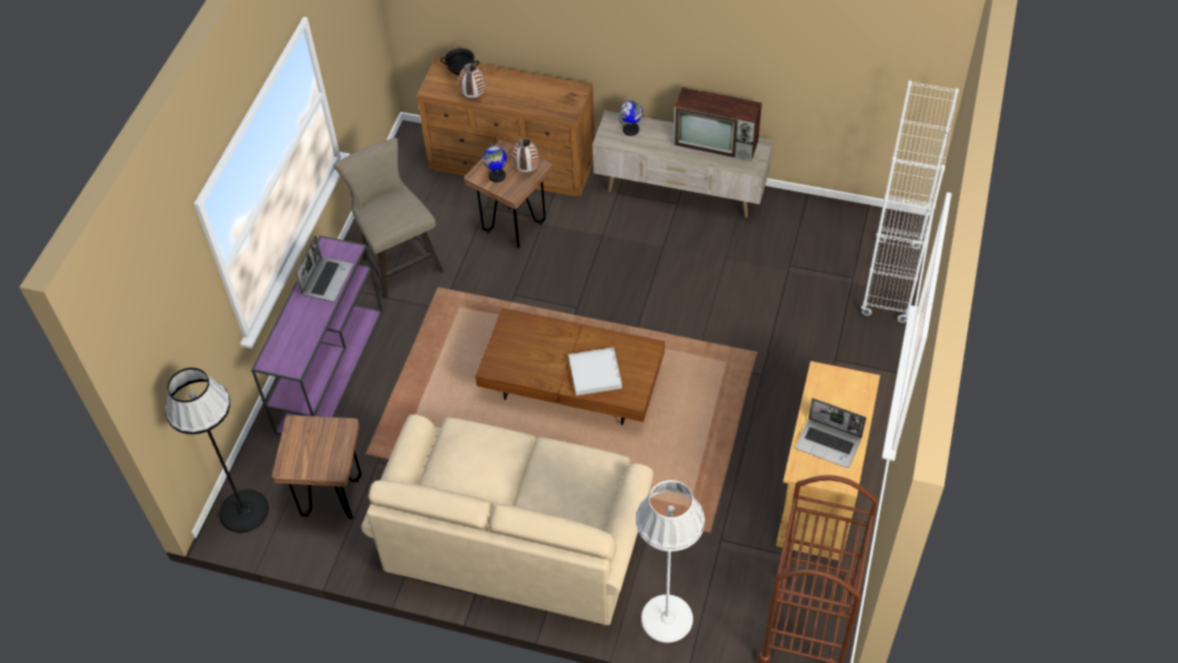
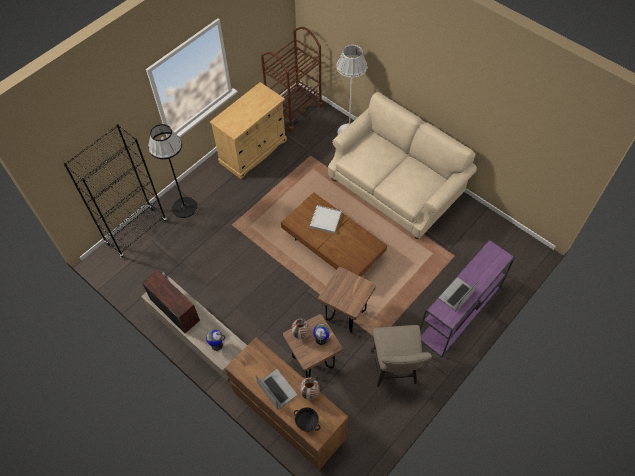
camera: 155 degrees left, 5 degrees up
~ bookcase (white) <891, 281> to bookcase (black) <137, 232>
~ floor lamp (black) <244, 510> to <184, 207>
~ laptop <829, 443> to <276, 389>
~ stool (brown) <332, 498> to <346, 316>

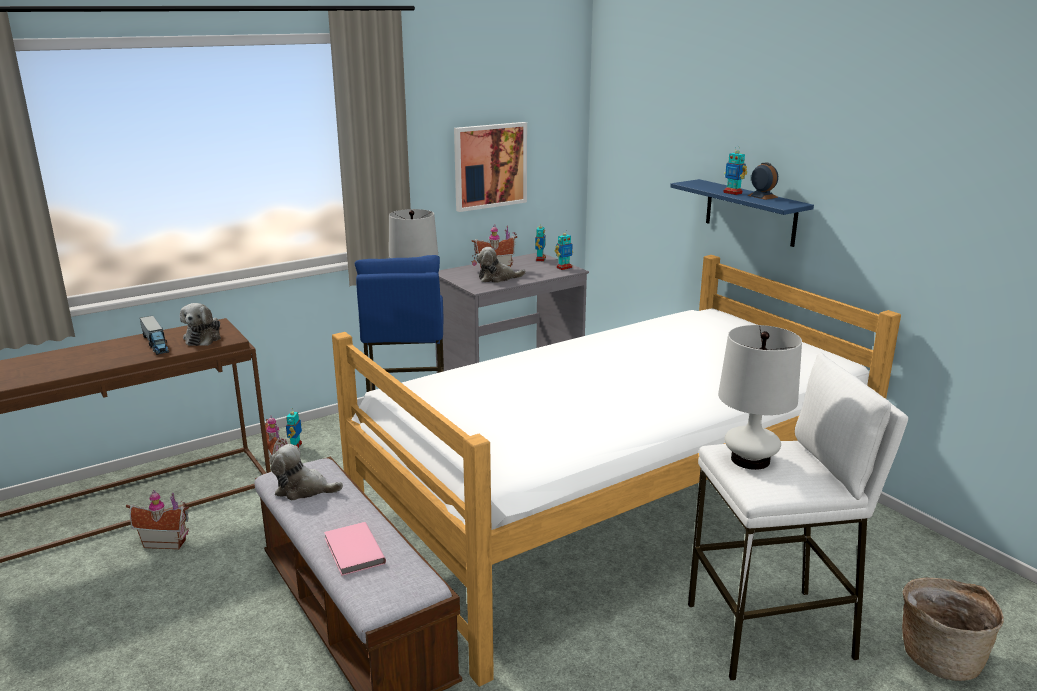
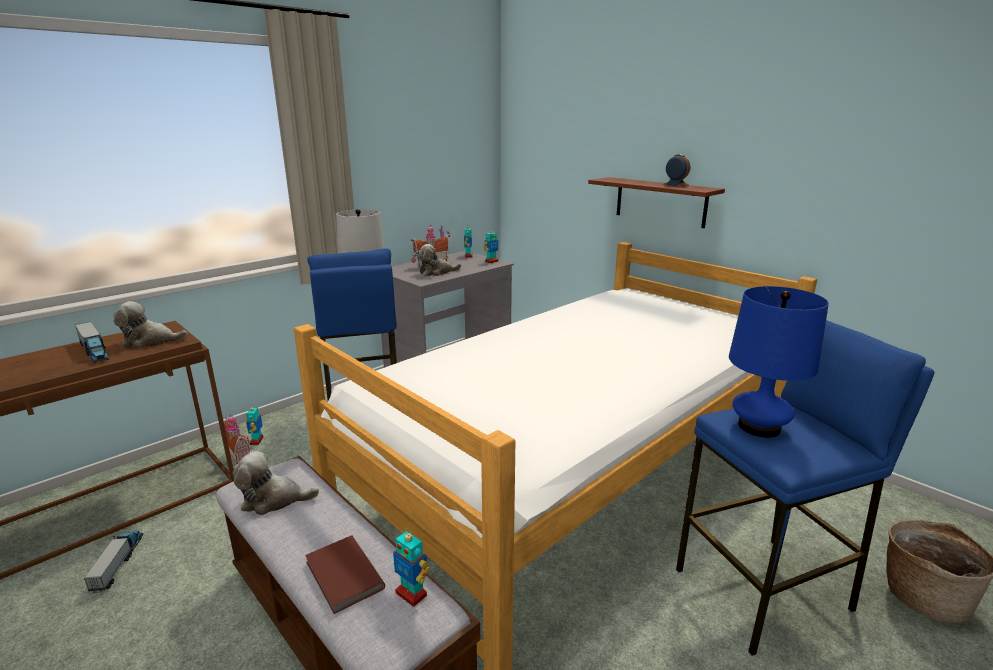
camera: 10 degrees left, 0 degrees up
- picture <490, 166>
~ toy robot <733, 193> to <412, 594>
~ shelf (blue) <750, 212> to shelf (brown) <660, 202>
~ plush toy <204, 338> = <150, 341> 90 degrees clockwise
~ table lamp (white) <750, 459> to table lamp (blue) <759, 427>
~ stool (white) <771, 632> to stool (blue) <764, 591>
~ toy house <165, 541> to toy truck <118, 563>
~ book (pink) <353, 551> to book (brown) <343, 576>

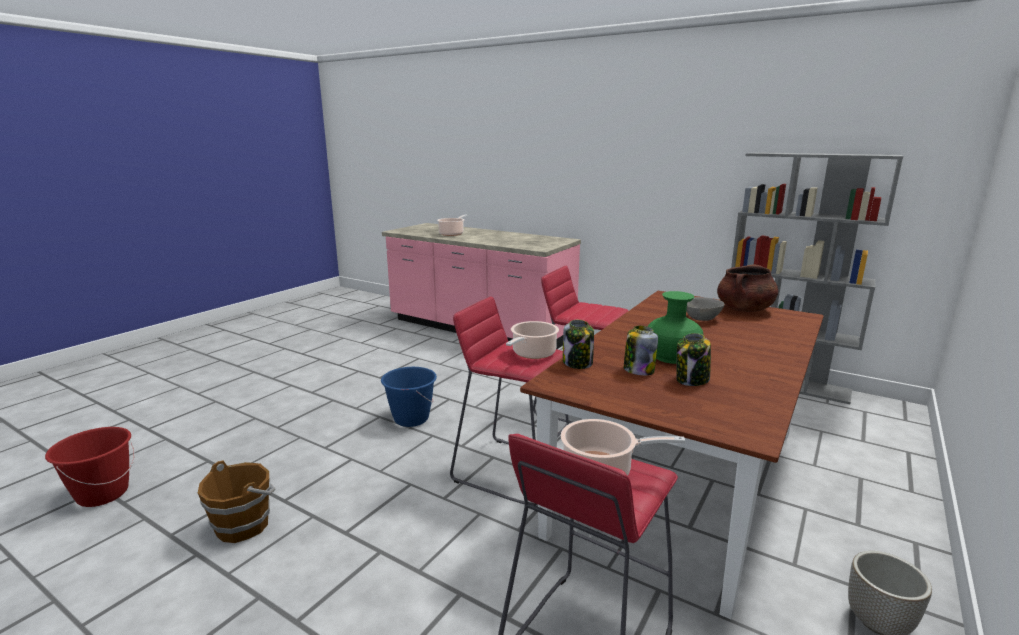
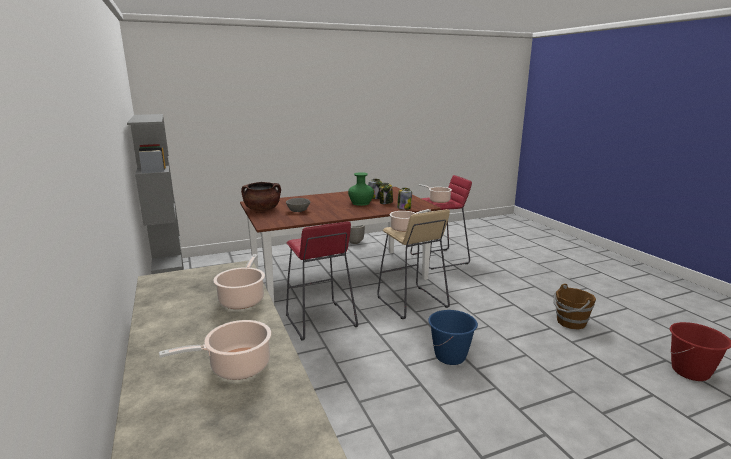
camera: 145 degrees left, 0 degrees up
~ stool (red) <512, 470> to stool (beige) <411, 302>
+ cooking pot <243, 299>

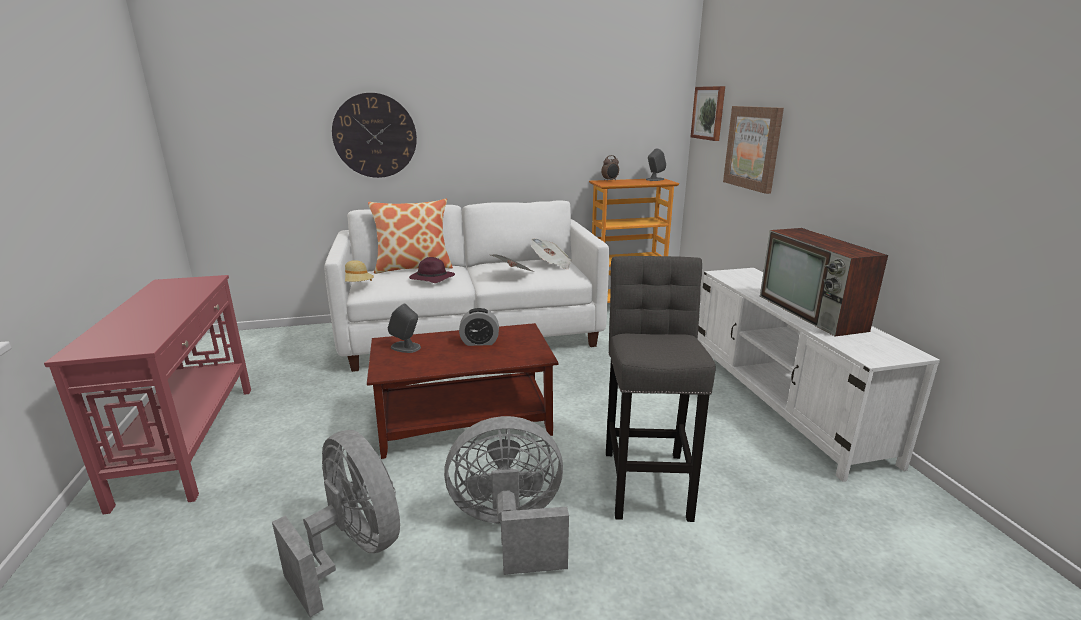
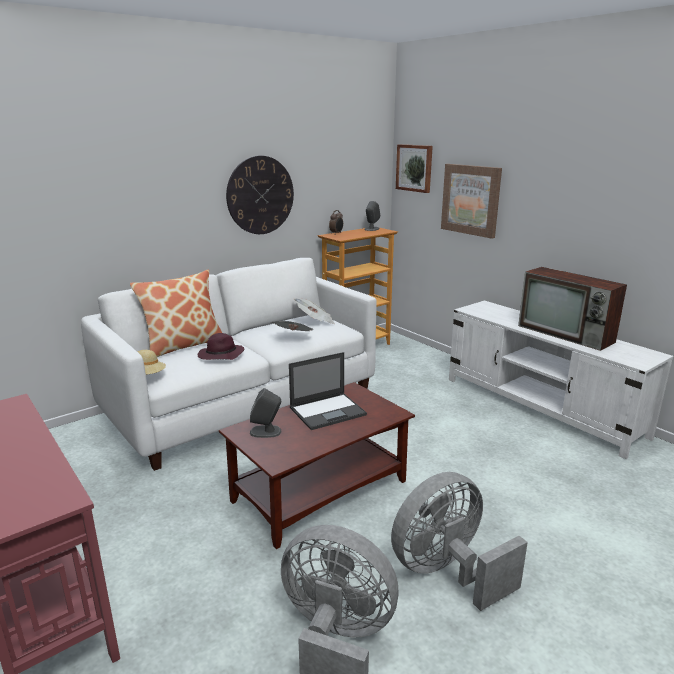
camera: 25 degrees left, 0 degrees up
~ wall clock <375, 136> to <260, 195>
- stool (grey) <647, 479>
~ alarm clock <479, 342> to laptop <328, 411>

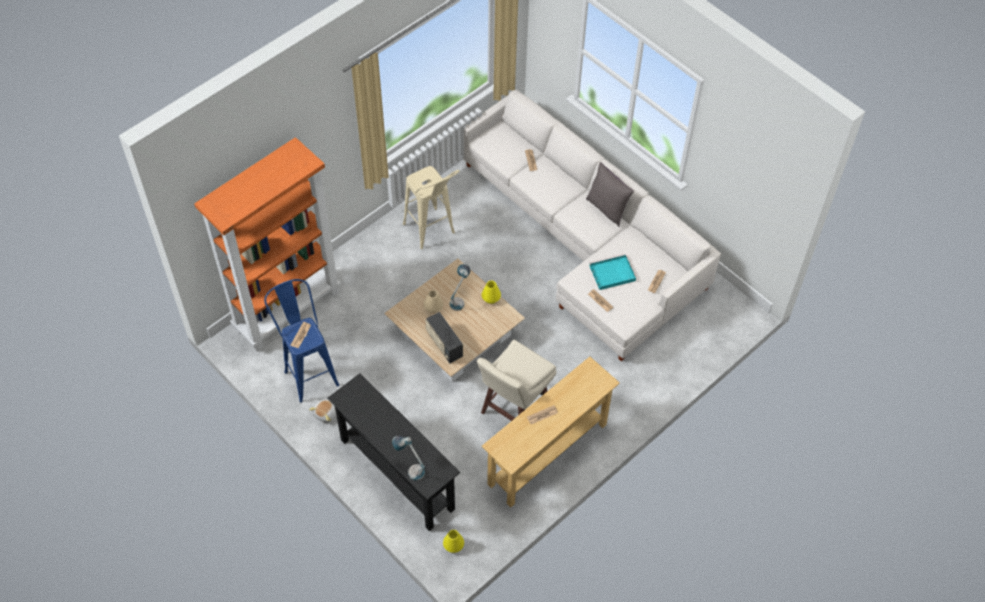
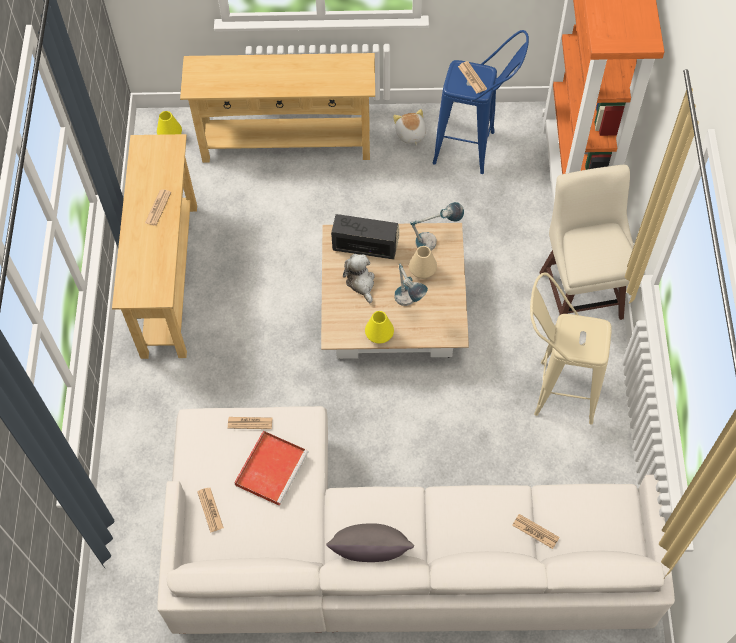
camera: 135 degrees right, 5 degrees up
~ tray (turquoise) <611, 273> to tray (red) <271, 467>
~ stool (beige) <514, 410> to <580, 292>
~ console table (black) <396, 474> to console table (beige) <286, 143>
~ table lamp <411, 468> to <435, 241>
+ plush toy <361, 282>

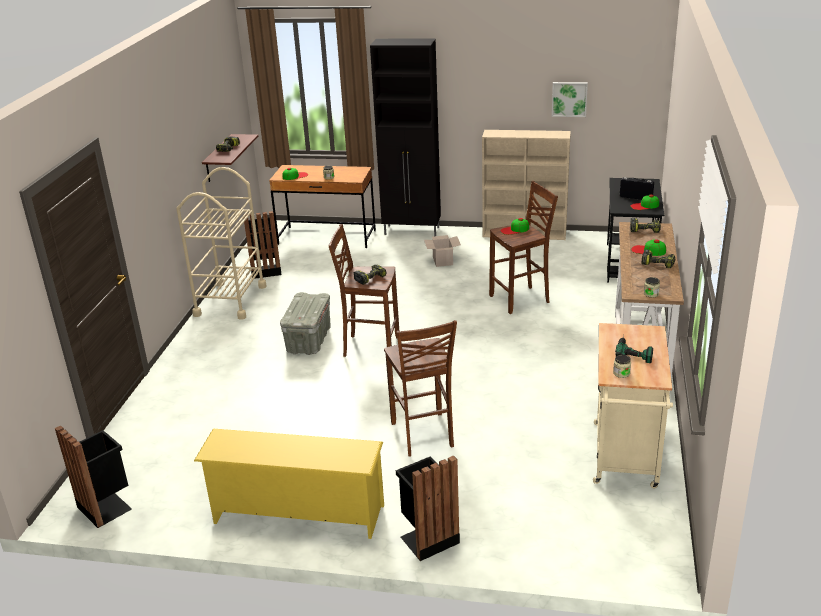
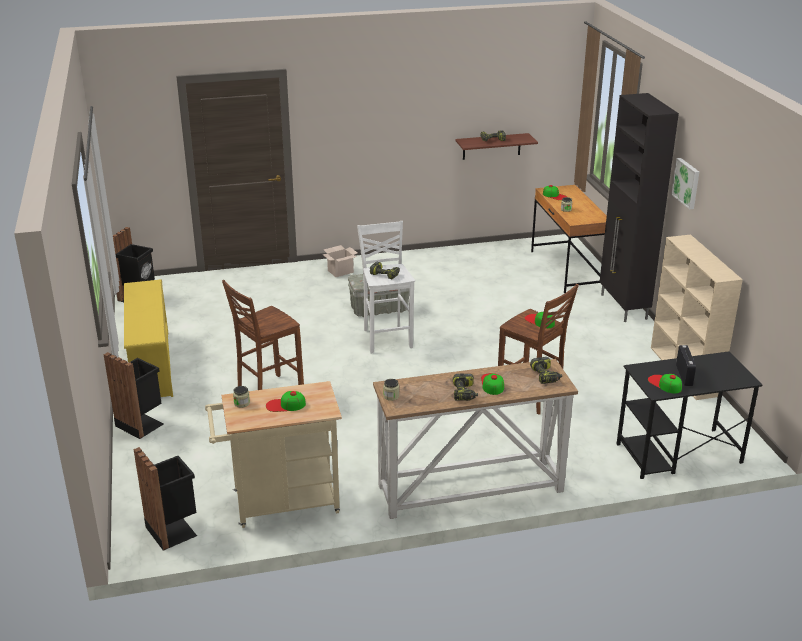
camera: 65 degrees right, 0 degrees up
~ picture <569, 99> to <687, 183>
- cart (beige) <230, 300>
~ trash can (black) <265, 270> to <173, 530>
~ stool (brown) <370, 347> to stool (white) <386, 338>
~ cardboard box <442, 261> to <341, 271>
~ power drill <634, 350> to cap <285, 405>

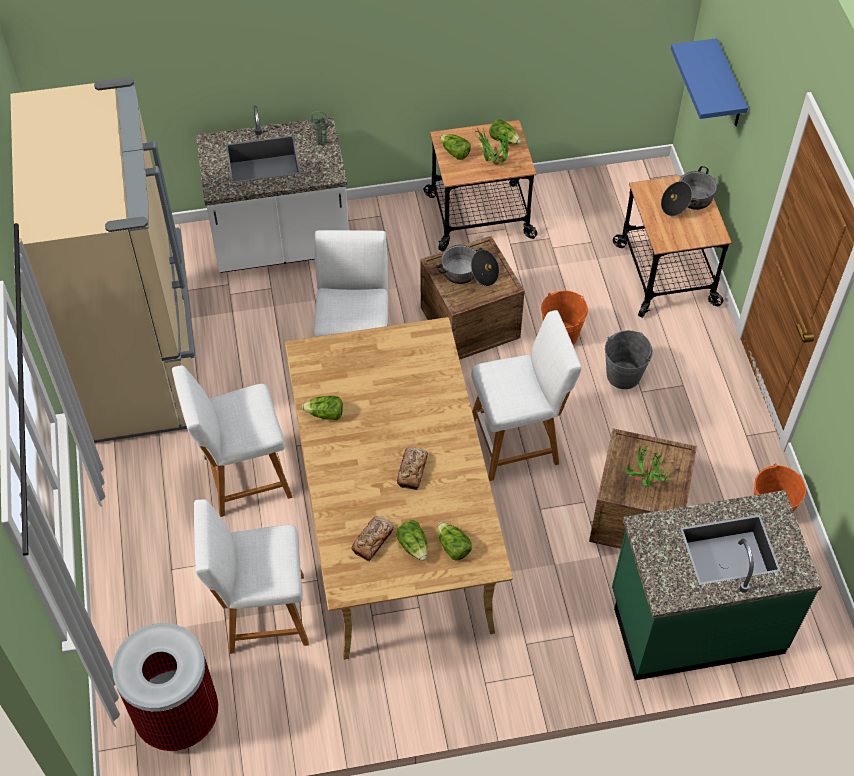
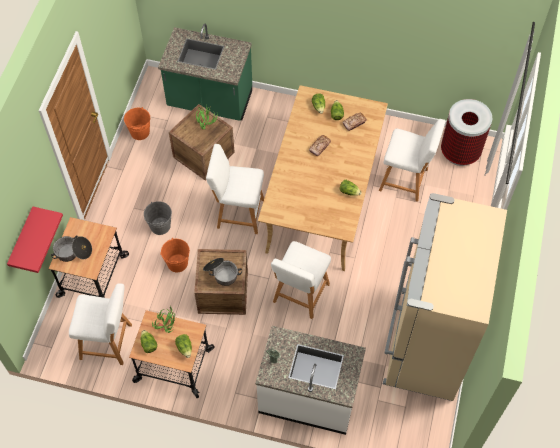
camera: 155 degrees left, 5 degrees up
~ shelf (blue) <729, 86> to shelf (red) <22, 240>
~ stool (white) <242, 478> to <109, 342>

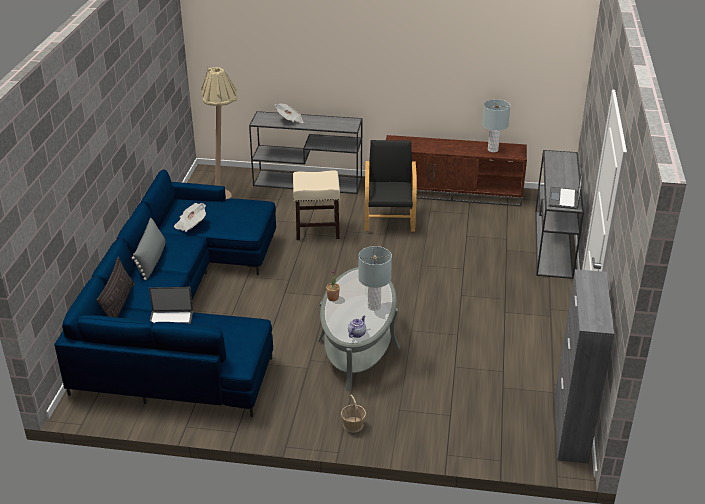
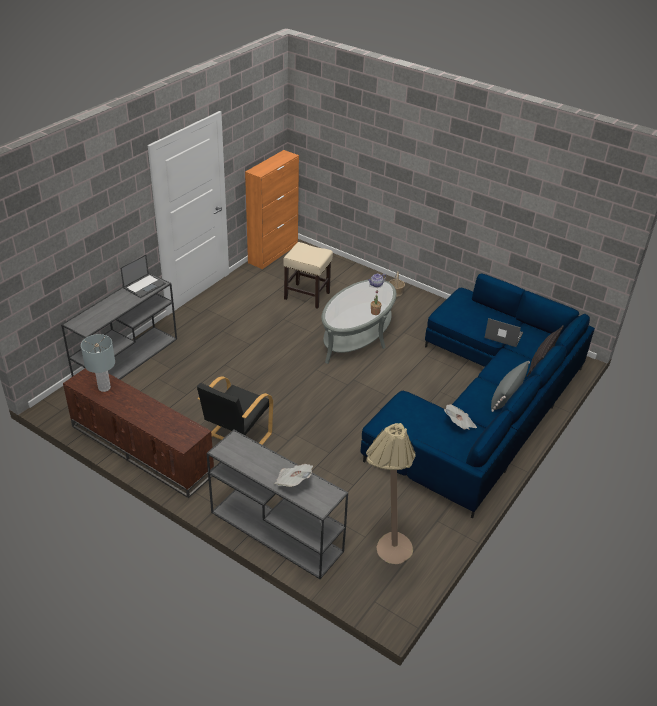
camera: 155 degrees left, 5 degrees up
~ stool (beige) <316, 230> to <307, 296>
- table lamp (grey) <374, 306>
~ cabinet (grey) <570, 428> to cabinet (orange) <273, 253>

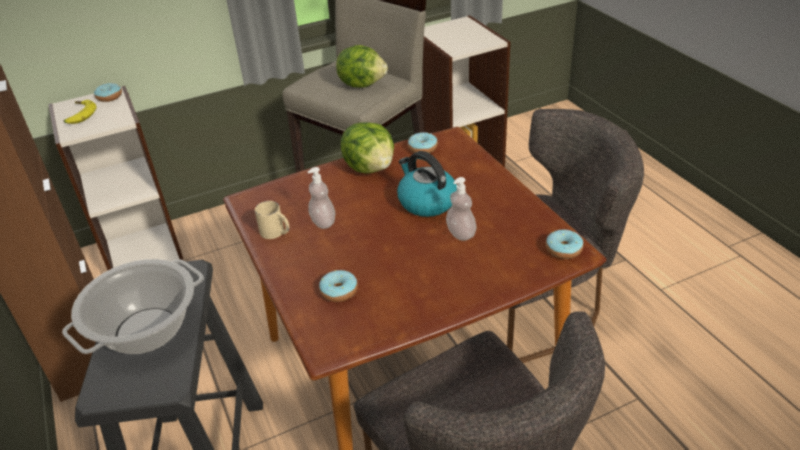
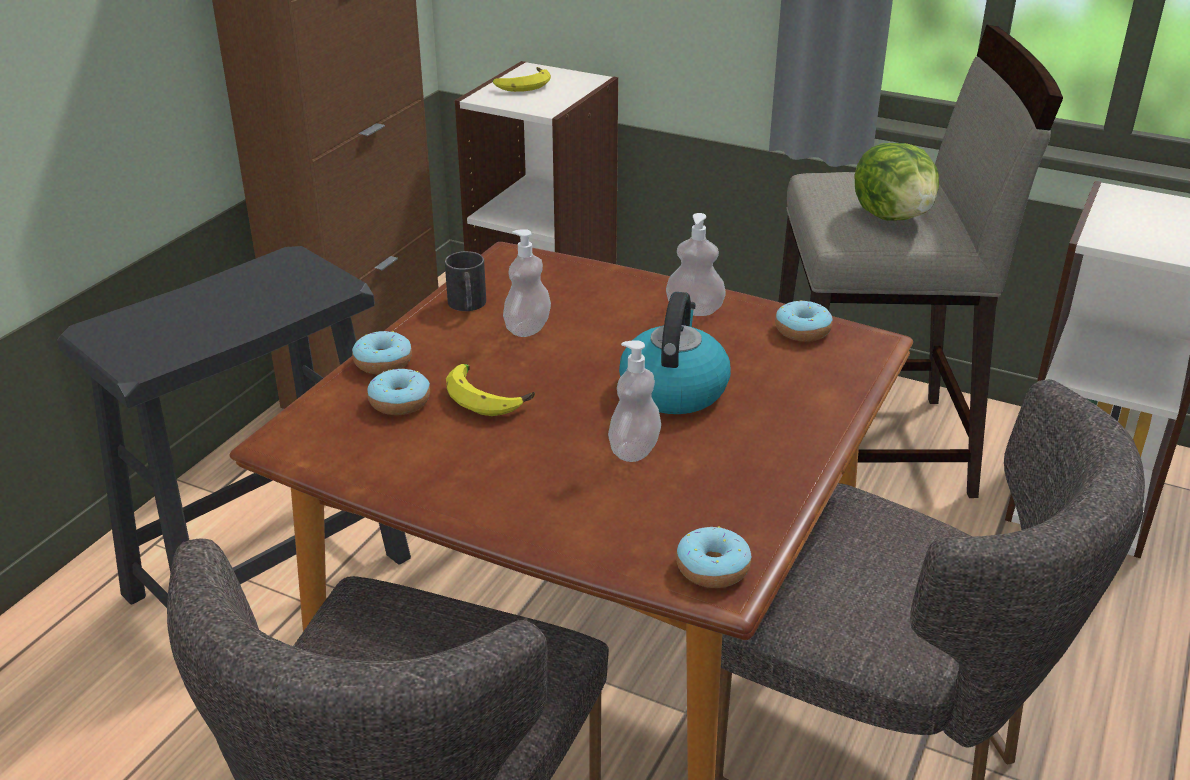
camera: 50 degrees right, 5 degrees down
~ donut <109, 97> to <383, 362>
~ lettuce <370, 167> to soap dispenser <694, 310>
~ mug (beige) <276, 232> to mug (black) <467, 305>
- cooking pot <146, 331>
+ banana <488, 397>

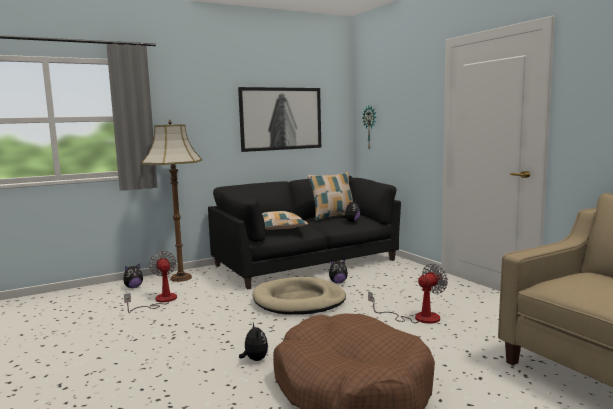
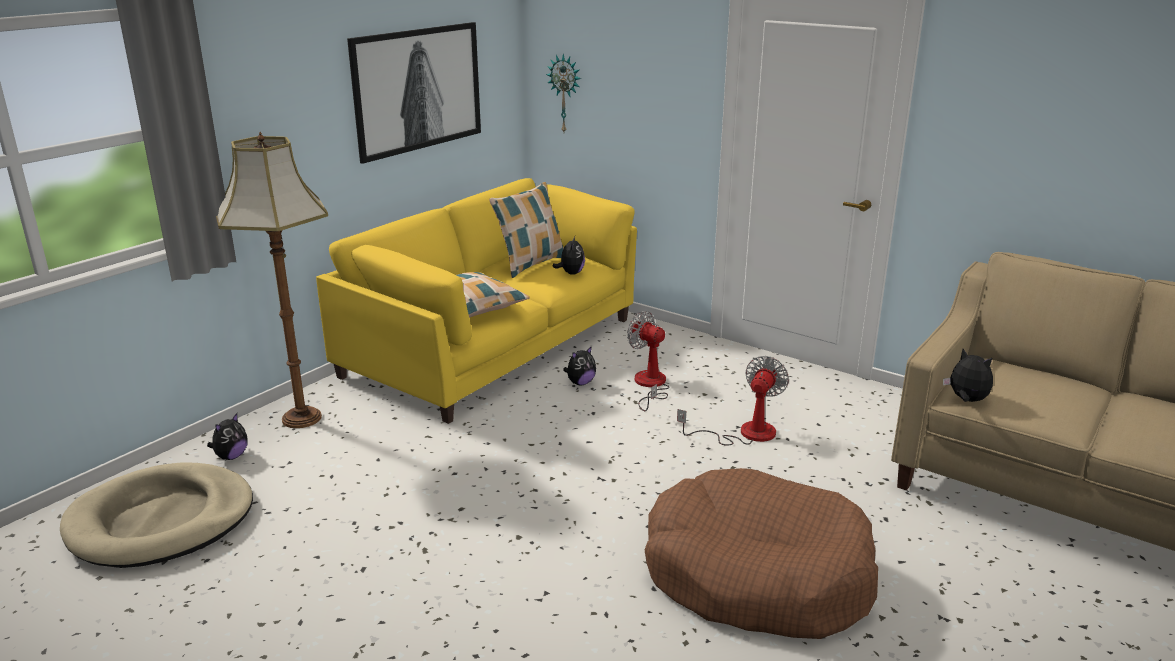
camera: 25 degrees left, 15 degrees up
~ sofa (black) <305, 263> to sofa (yellow) <492, 347>
~ fan <160, 301> to <650, 385>
~ dog bed (beige) <299, 301> to <161, 521>
~ plush toy <255, 359> to <966, 400>

